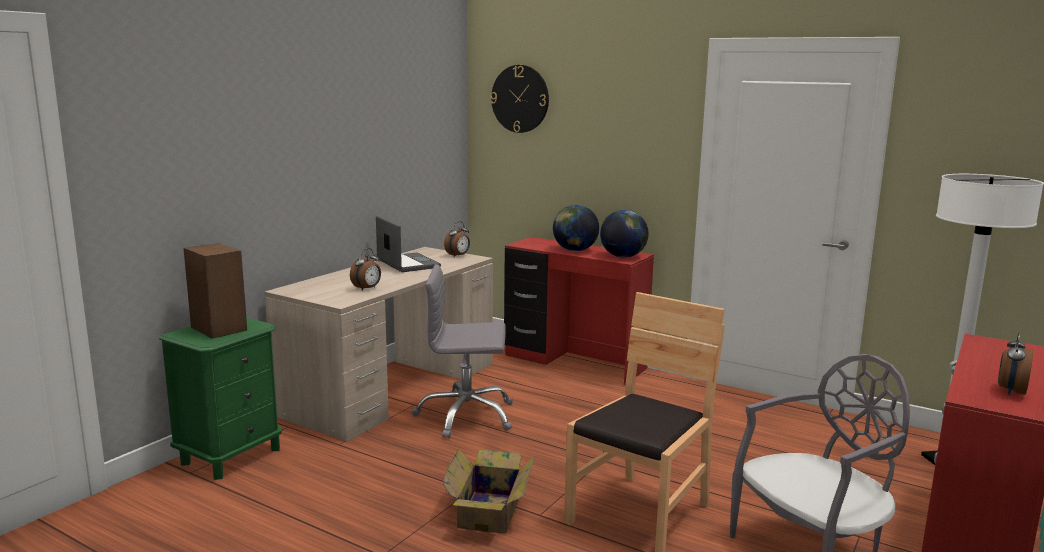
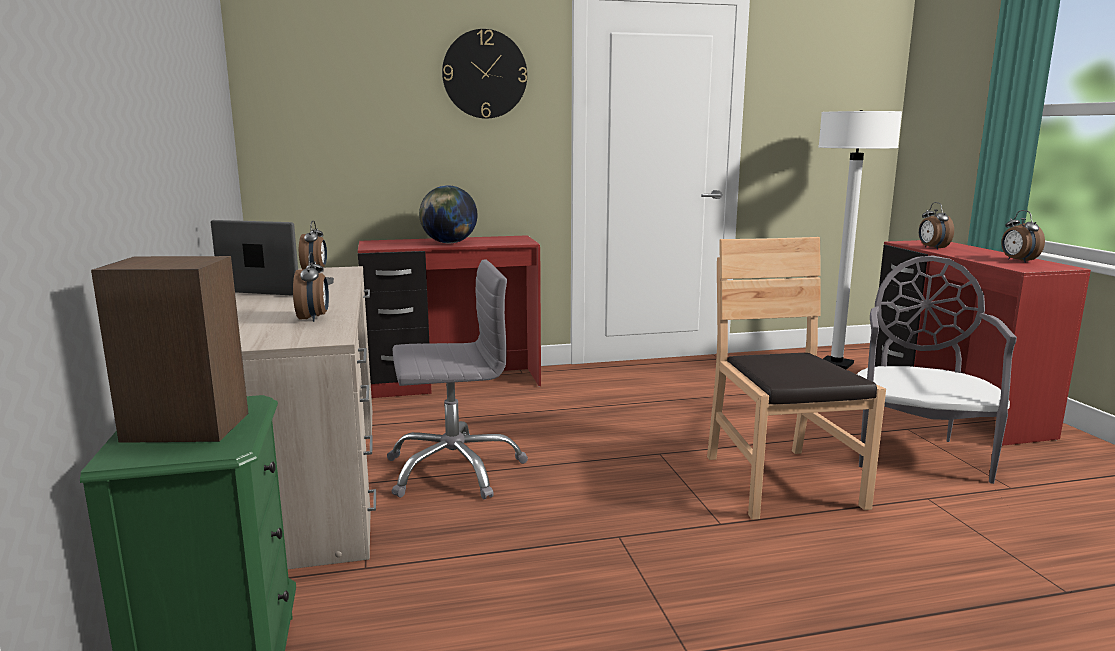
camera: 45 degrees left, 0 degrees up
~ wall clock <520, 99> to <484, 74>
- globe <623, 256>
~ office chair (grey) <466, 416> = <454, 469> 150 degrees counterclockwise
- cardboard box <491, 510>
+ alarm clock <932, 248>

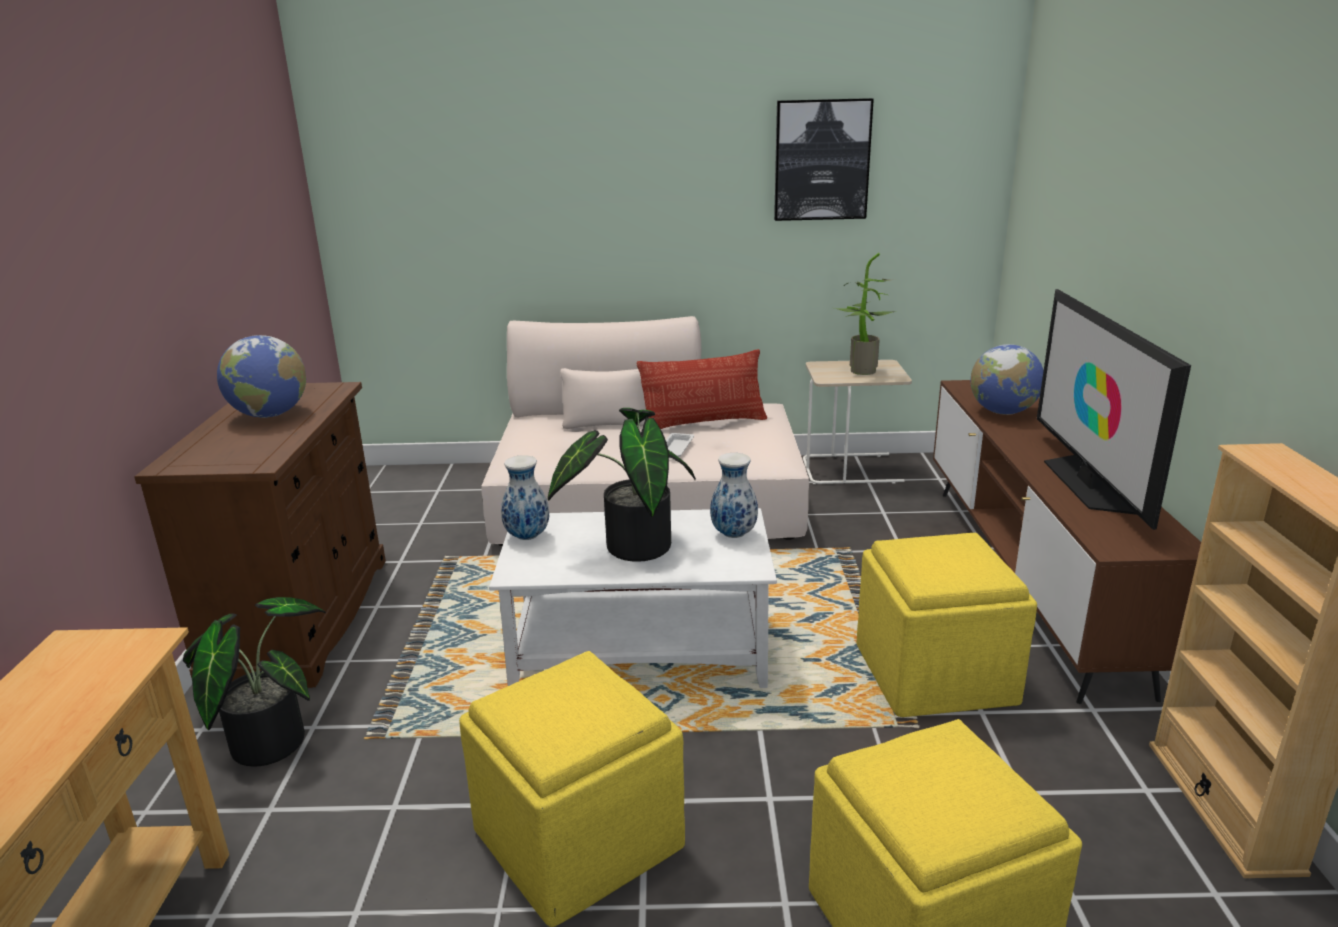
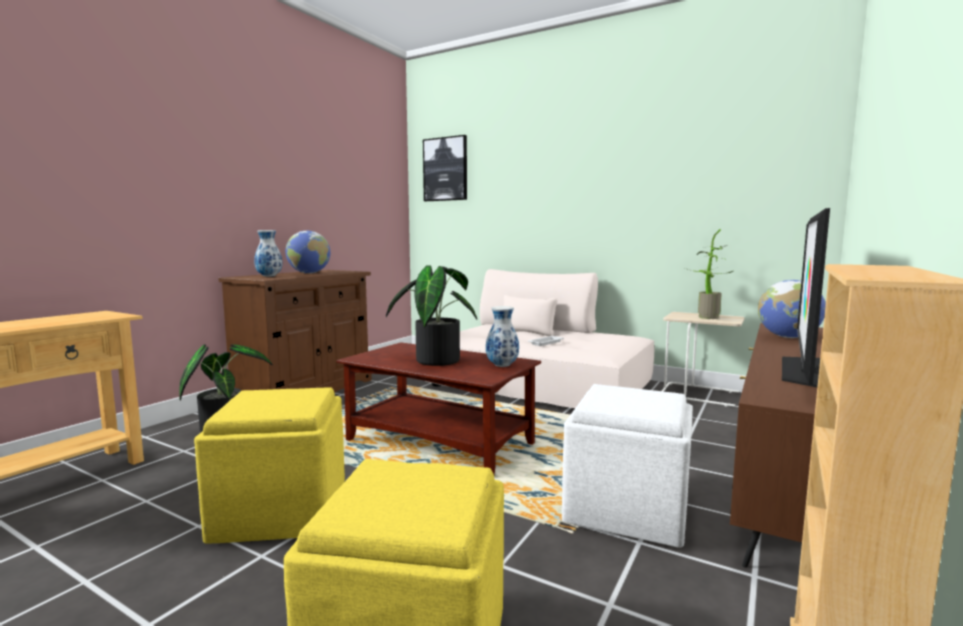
camera: 30 degrees right, 15 degrees down
~ picture <821, 160> to <445, 169>
- pillow <703, 423>
~ vase <528, 536> to <270, 276>
~ coffee table (white) <641, 651> to coffee table (brown) <441, 442>
~ ottoman (yellow) <936, 674> to ottoman (white) <628, 509>

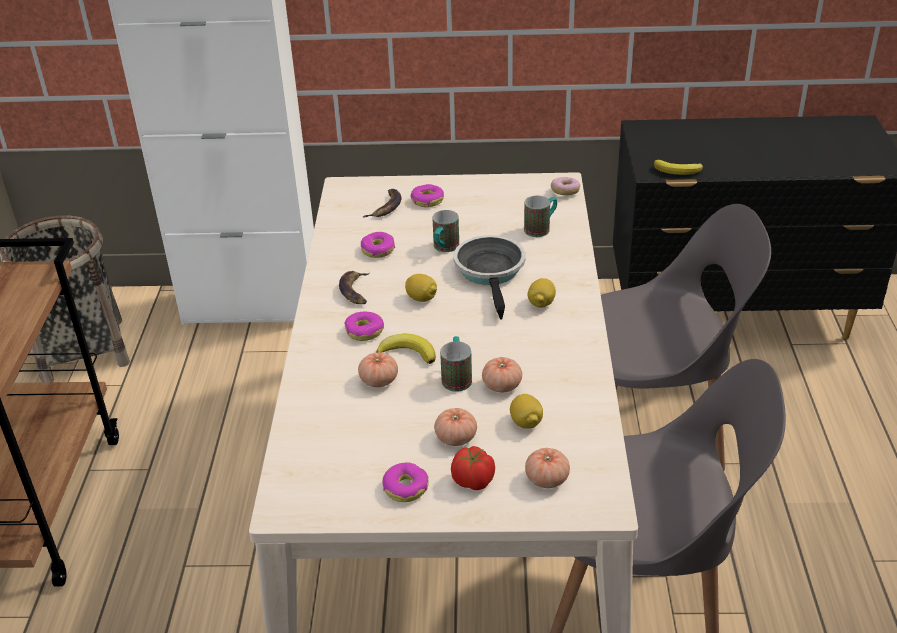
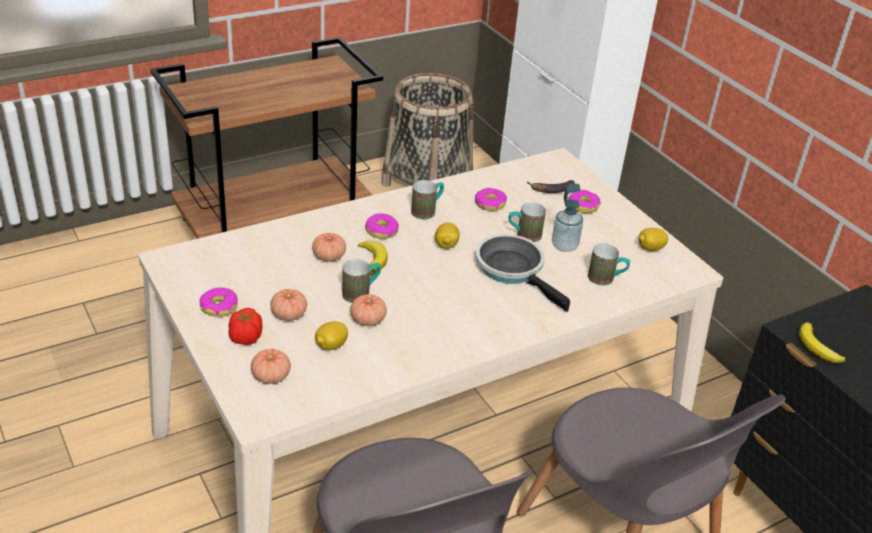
camera: 55 degrees right, 0 degrees up
- donut <565, 192>
~ frying pan <491, 272> = <513, 270> 90 degrees counterclockwise
~ banana <356, 291> to mug <427, 211>
~ lemon <541, 303> to <650, 248>
+ soap dispenser <564, 246>

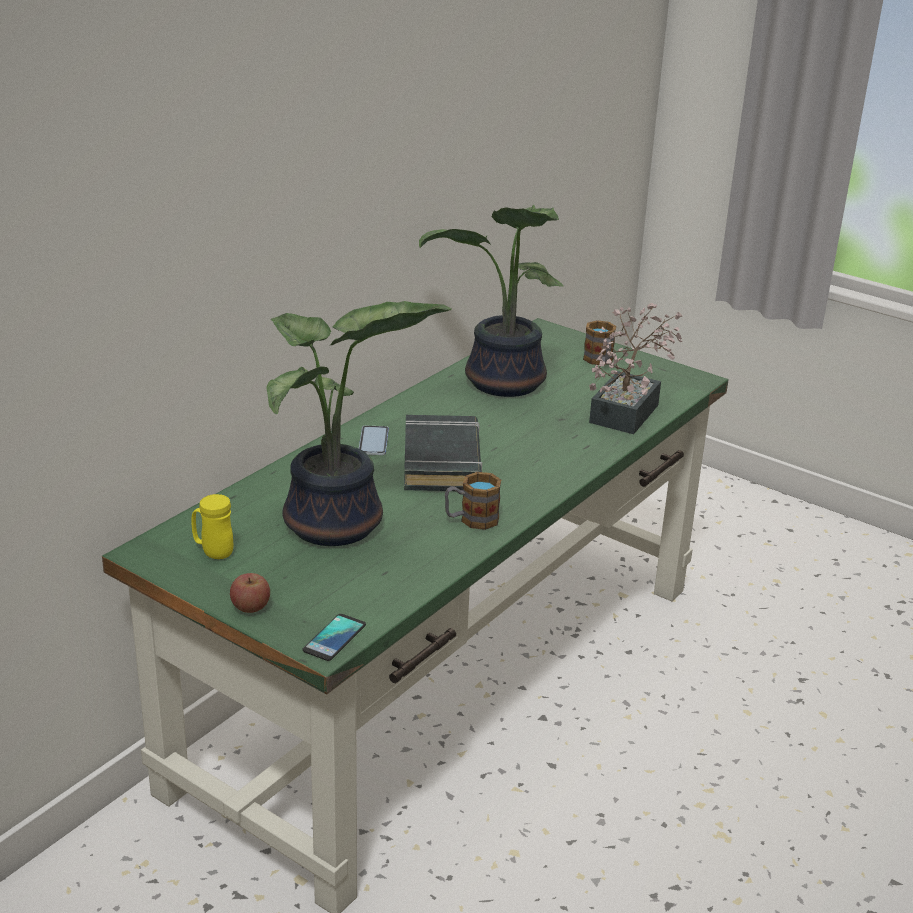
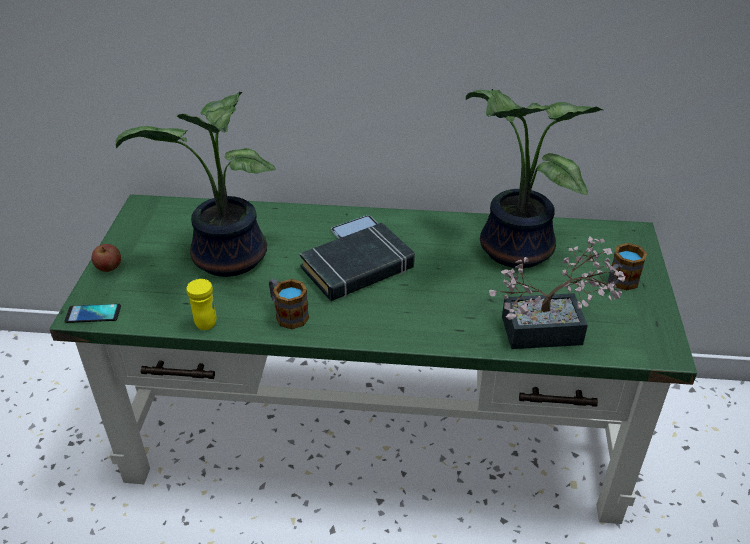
camera: 60 degrees right, 10 degrees up
~ mug (yellow) <213, 552> to <206, 320>

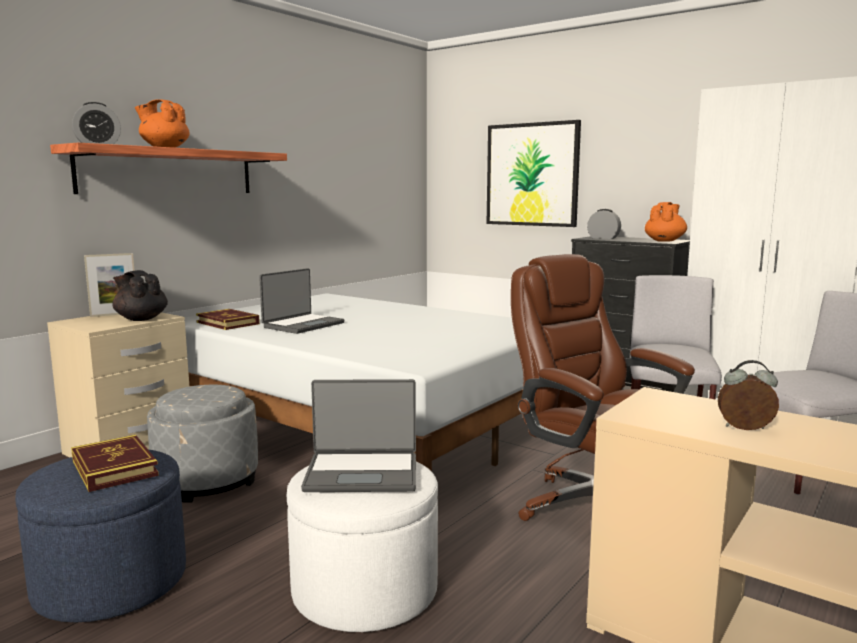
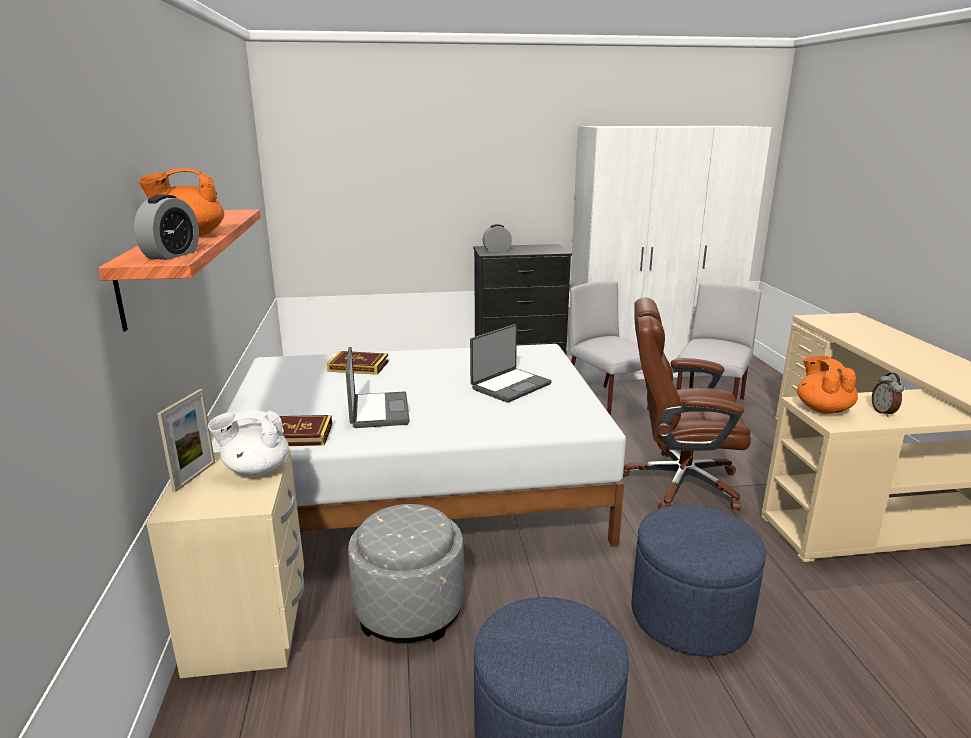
camera: 45 degrees left, 10 degrees up
- picture <532, 174>
~ teapot (orange) <665, 241> to <822, 409>
~ teapot (black) <141, 319> to teapot (white) <255, 469>
~ alarm clock <745, 429> = <884, 412> 60 degrees counterclockwise
~ laptop <362, 473> to <510, 386>
~ book <114, 468> to <358, 366>
~ ottoman (white) <365, 590> to ottoman (blue) <690, 615>

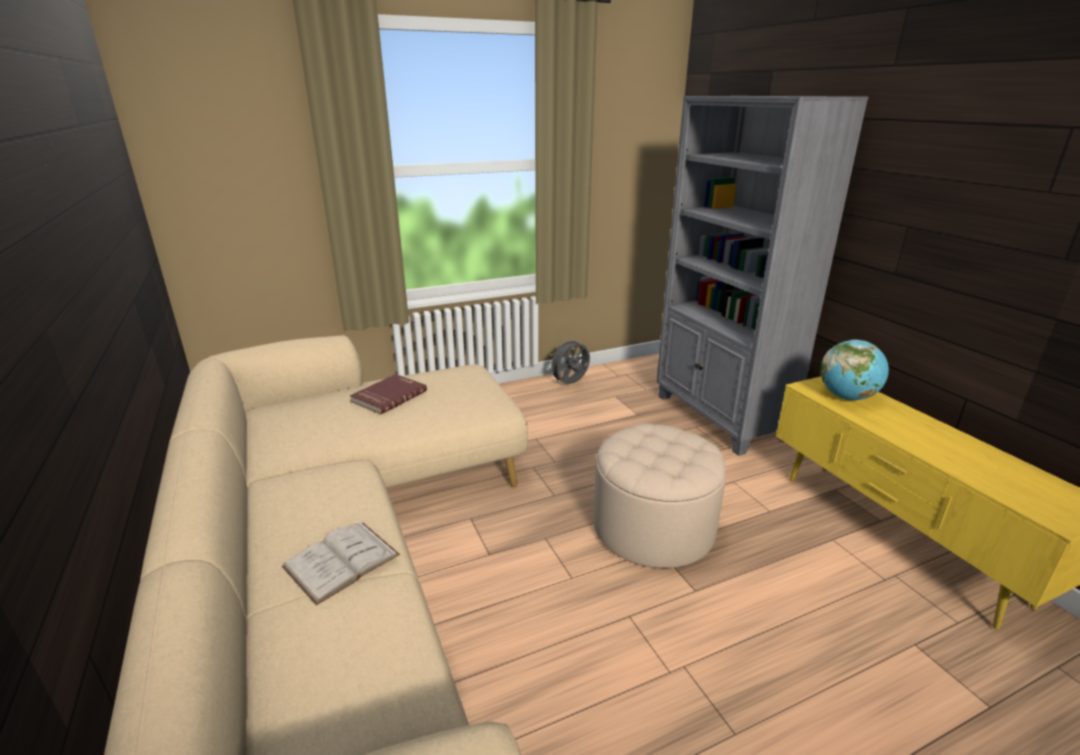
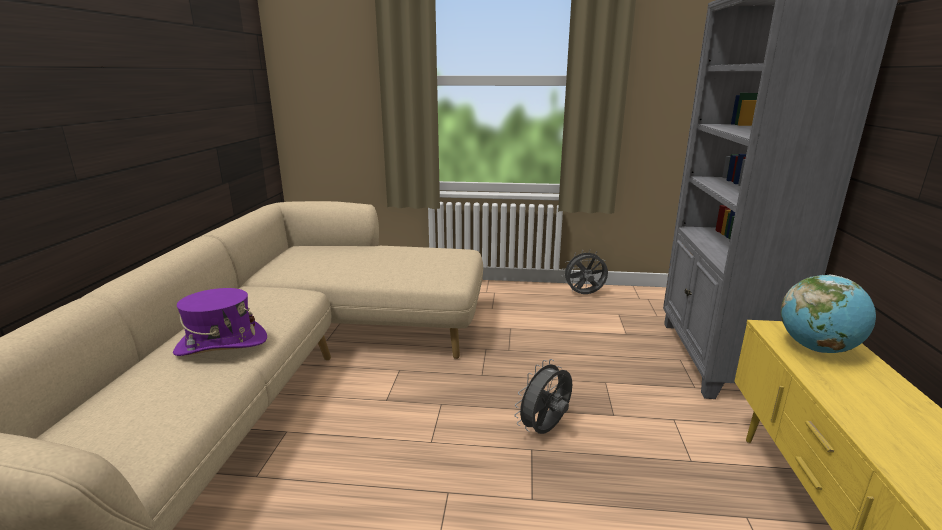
camera: 30 degrees right, 5 degrees down
- book (red) <388, 396>
~ ottoman (beige) <653, 527> to fan (grey) <545, 430>
~ book (white) <341, 561> to hat (purple) <221, 344>

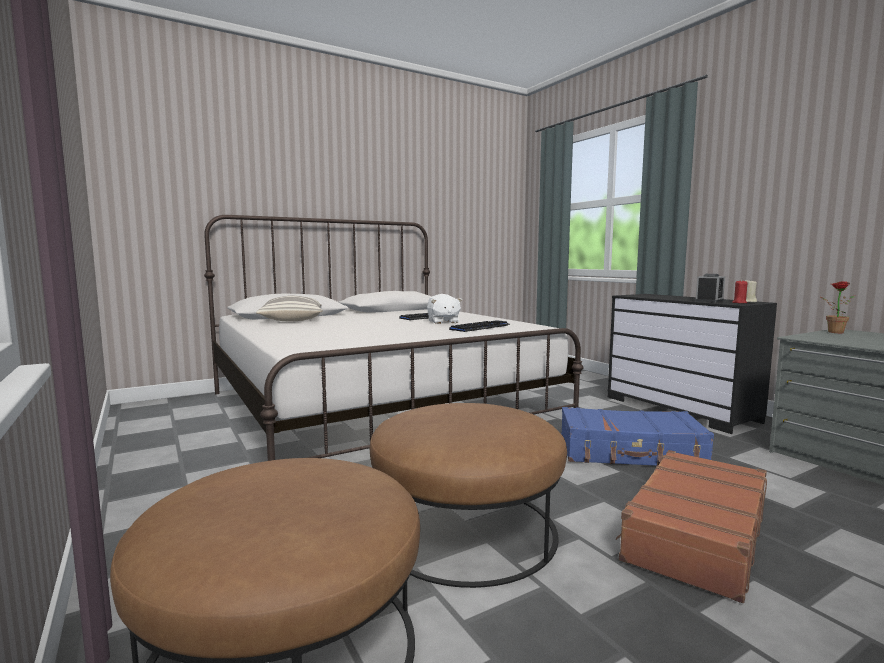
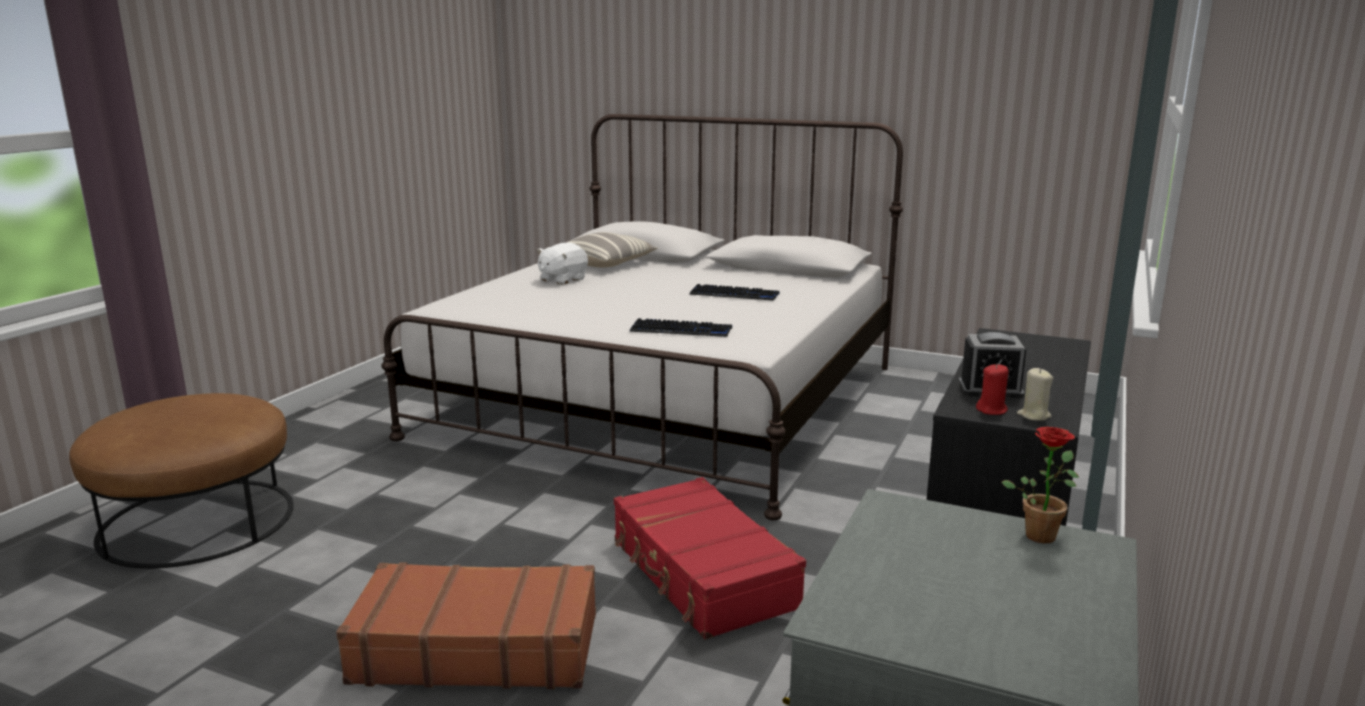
camera: 55 degrees right, 10 degrees up
~ plush toy (white) <443, 322> to <562, 279>
- ottoman (brown) <466, 529>
~ suitcase (blue) <630, 452> to suitcase (red) <702, 574>

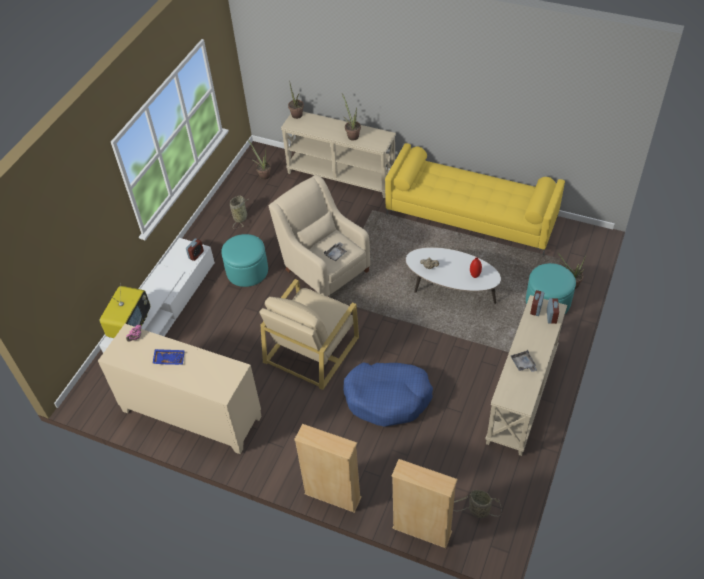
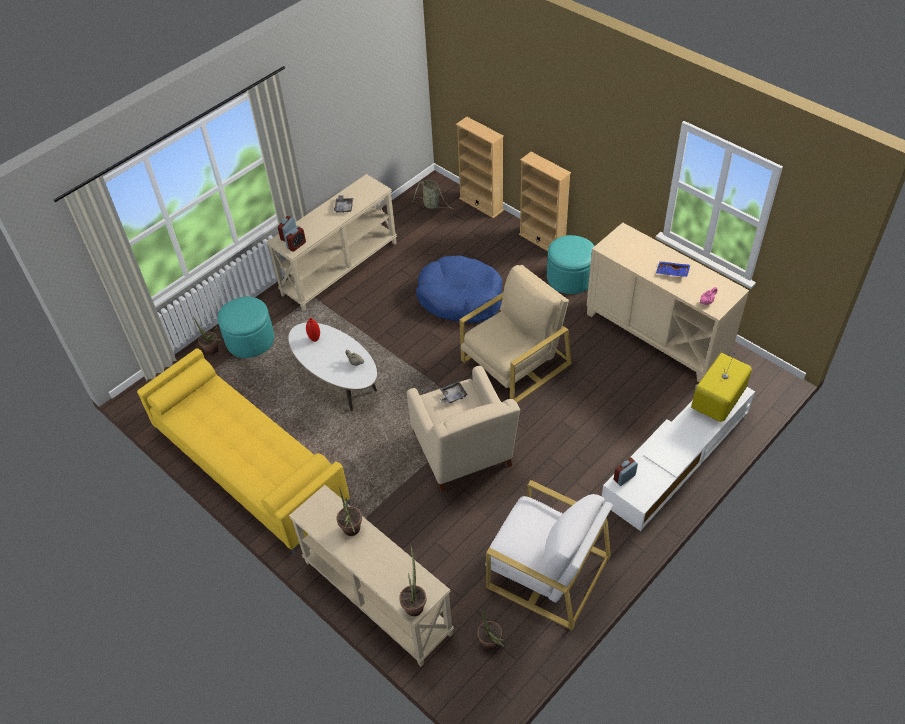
camera: 160 degrees left, 0 degrees up
~ basket <241, 217> to armchair (white) <547, 570>
~ ottoman (turquoise) <247, 271> to <570, 277>

